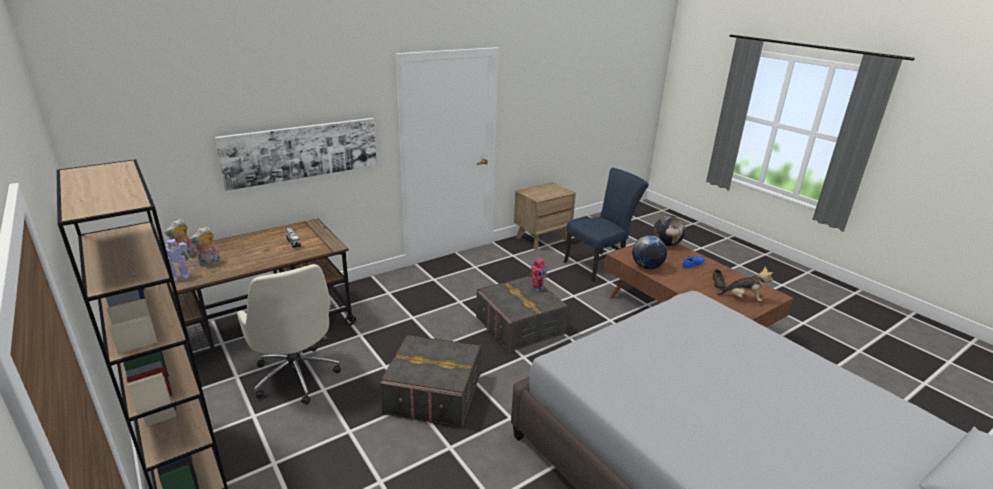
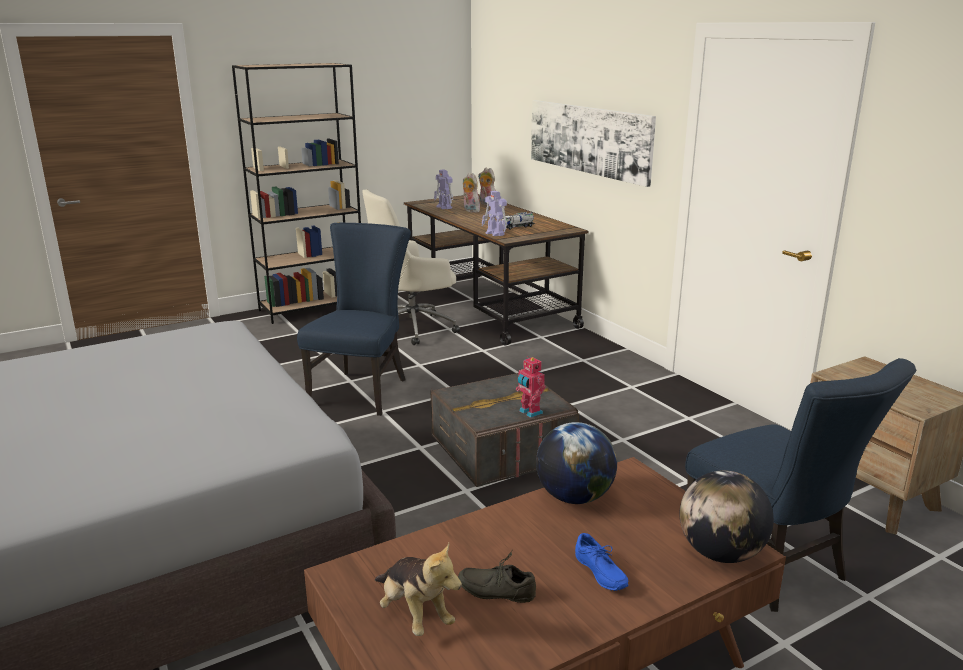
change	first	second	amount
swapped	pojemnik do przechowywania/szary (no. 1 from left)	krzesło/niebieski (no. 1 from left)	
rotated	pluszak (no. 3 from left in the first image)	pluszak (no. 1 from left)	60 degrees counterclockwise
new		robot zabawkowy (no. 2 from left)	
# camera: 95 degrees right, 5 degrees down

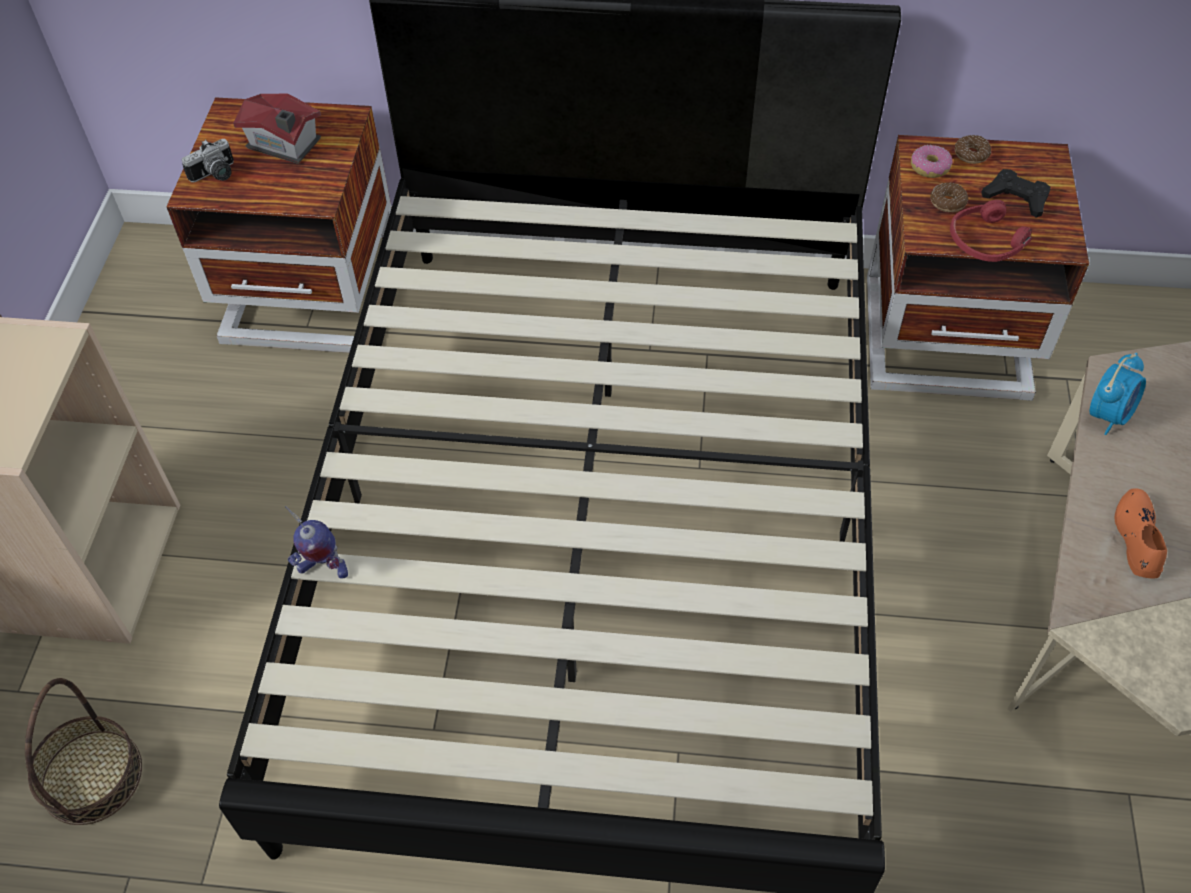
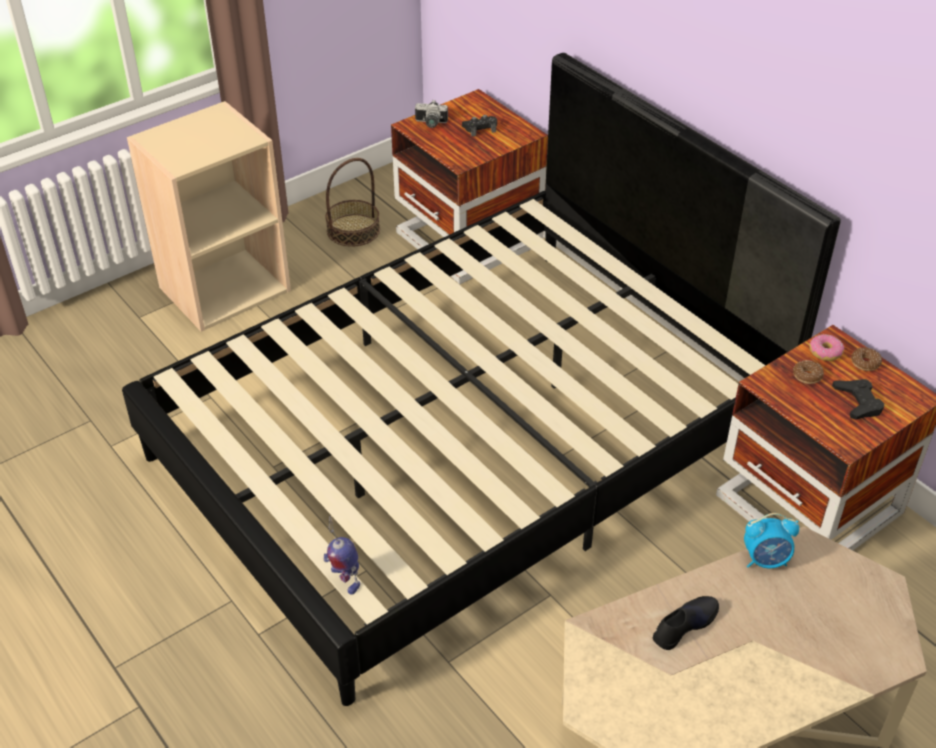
change	first	second	amount
shifted	robot zabawkowy		
shifted	koszyk		
swapped	domek	pad do gier/czarny (no. 1 from left)	
repainted	but/pomarańczowy	but/czarny	
gone	słuchawki/czerwony		
# camera: 45 degrees right, 10 degrees down

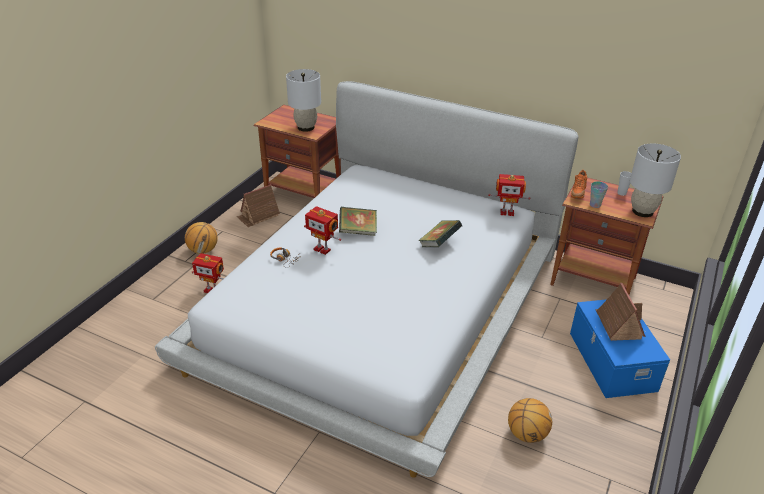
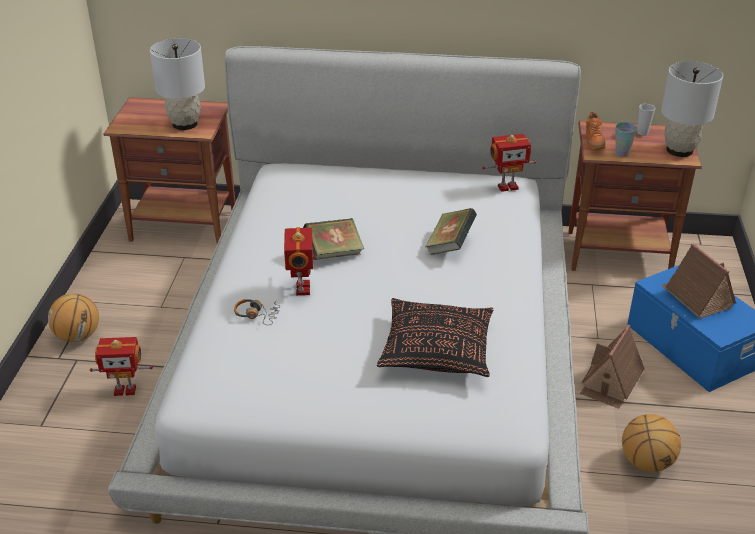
change	first	second	amount
rotated	robot zabawkowy (no. 2 from left)		105 degrees counterclockwise
new		poduszka/czarny	
shifted	domek (no. 1 from left)		
# camera: 20 degrees left, 0 degrees up

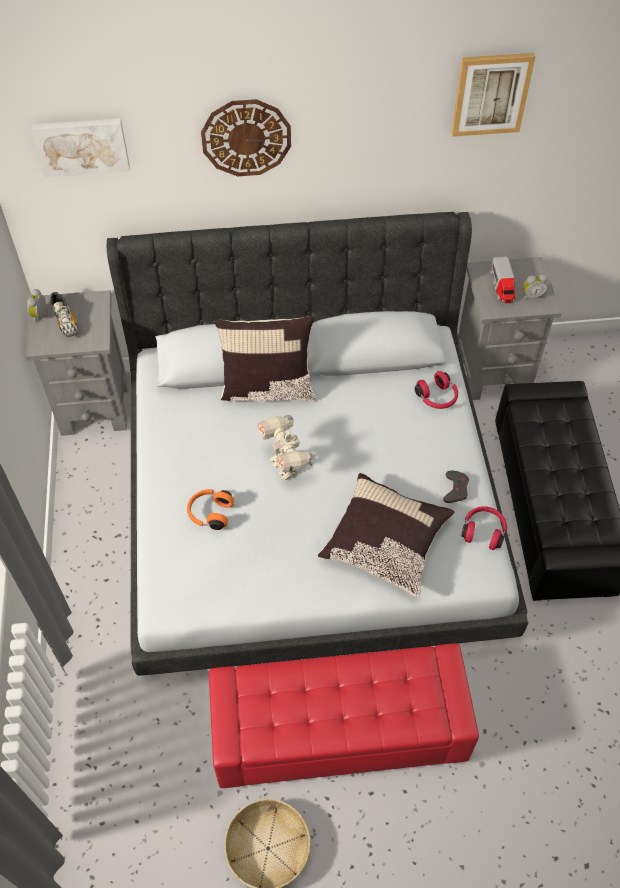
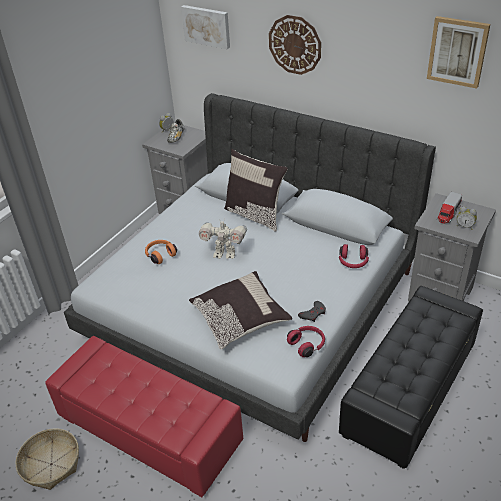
change	first	second	amount
rotated	robot zabawkowy		90 degrees counterclockwise
# camera: 40 degrees right, 15 degrees down

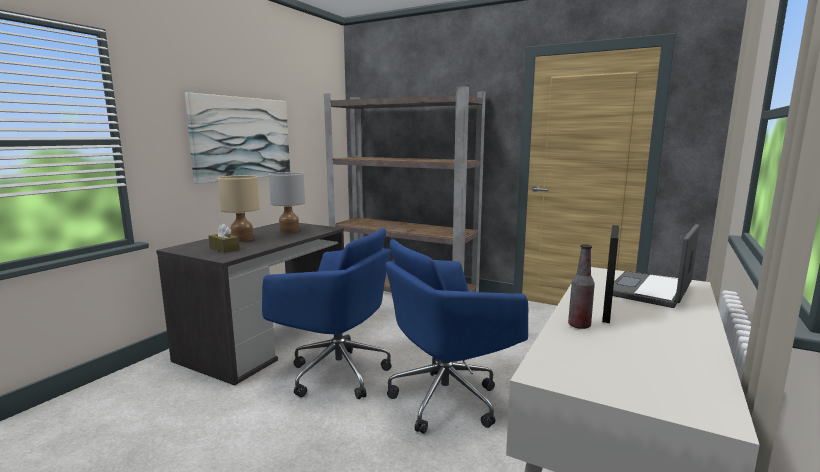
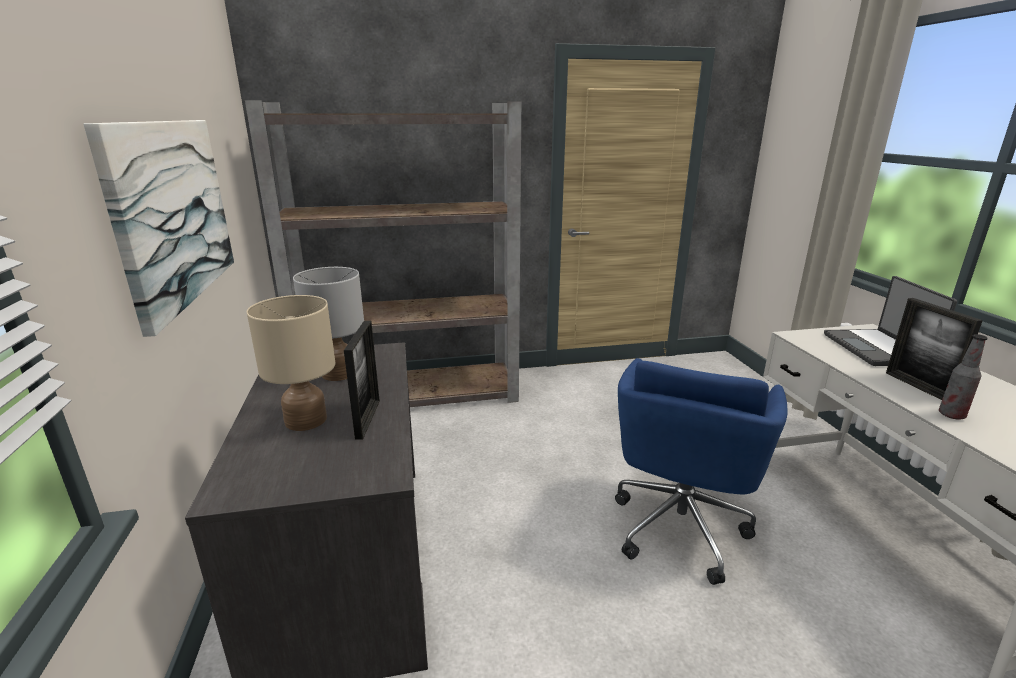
change	first	second	amount
new		ramka na zdjęcie (no. 1 from left)	
gone	pudełko chusteczek/brązowy		
gone	krzesło biurowe/niebieski (no. 1 from left)		
# camera: 40 degrees left, 10 degrees up

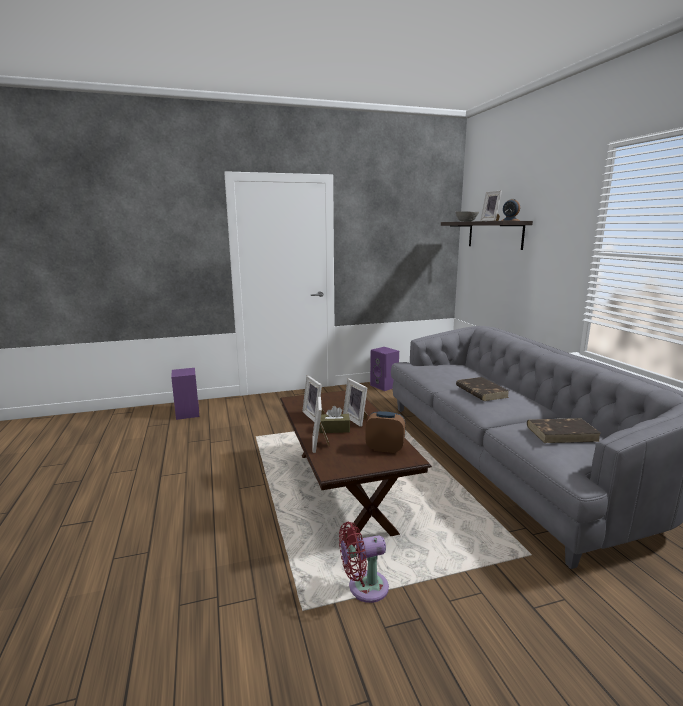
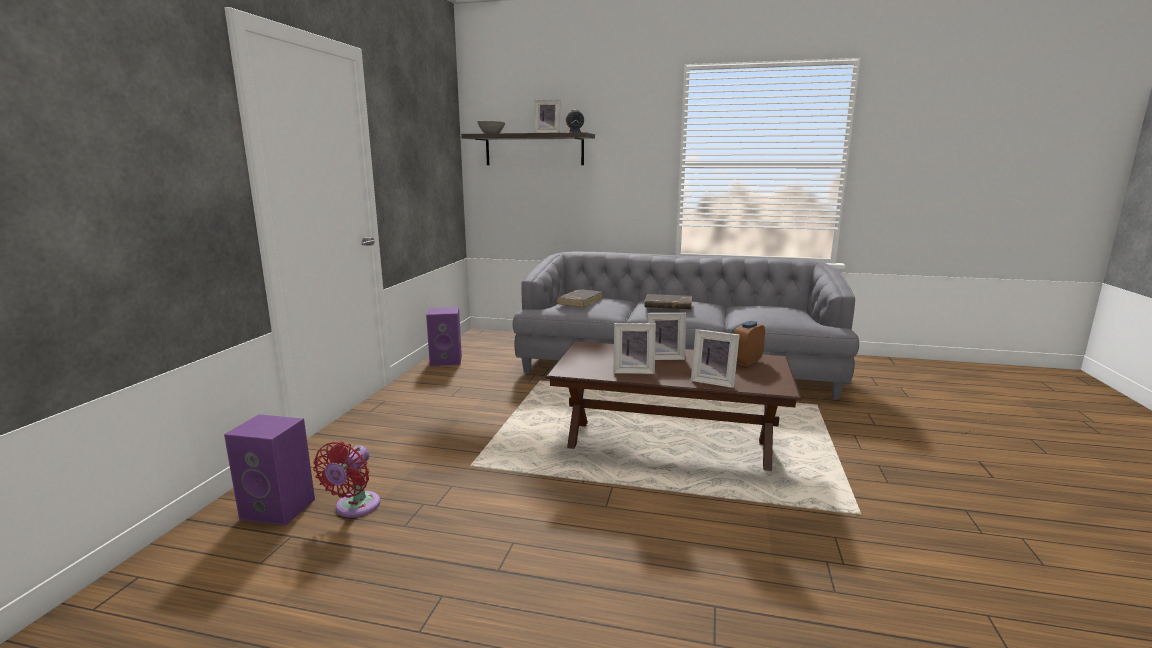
change	first	second	amount
shifted	wentylator/czerwony		
shifted	książka/brązowy (no. 2 from left in the first image)	książka/brązowy (no. 1 from left)	
gone	pudełko chusteczek/brązowy		
# camera: 60 degrees left, 0 degrees up

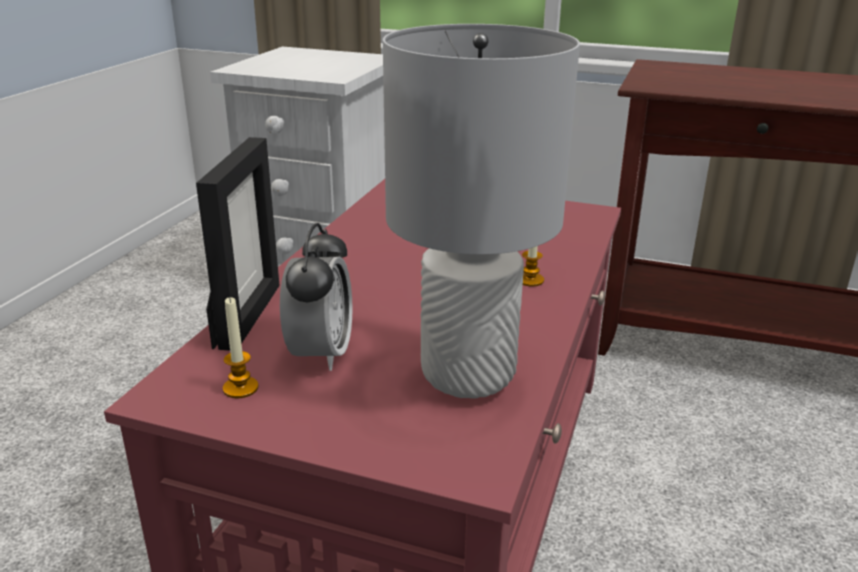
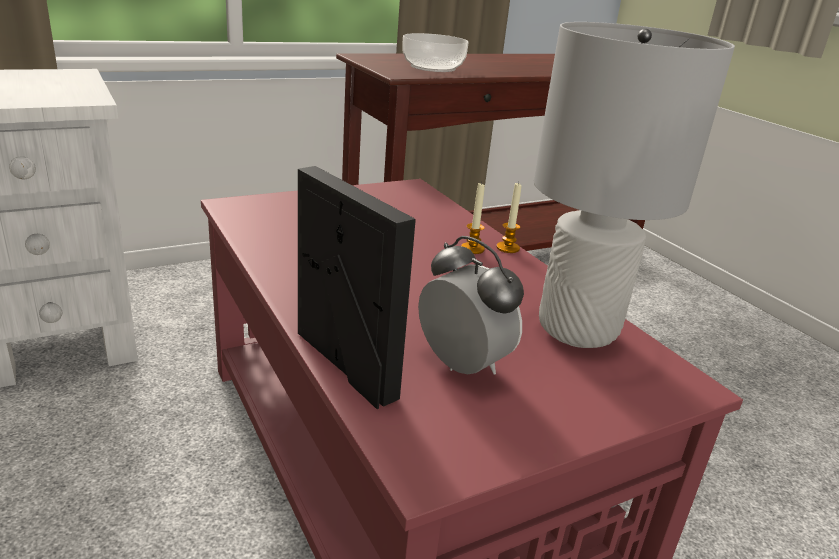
change	first	second	amount
new		miska	
shifted	świeca (no. 1 from left in the first image)	świeca (no. 2 from left)	
# camera: 50 degrees left, 0 degrees up

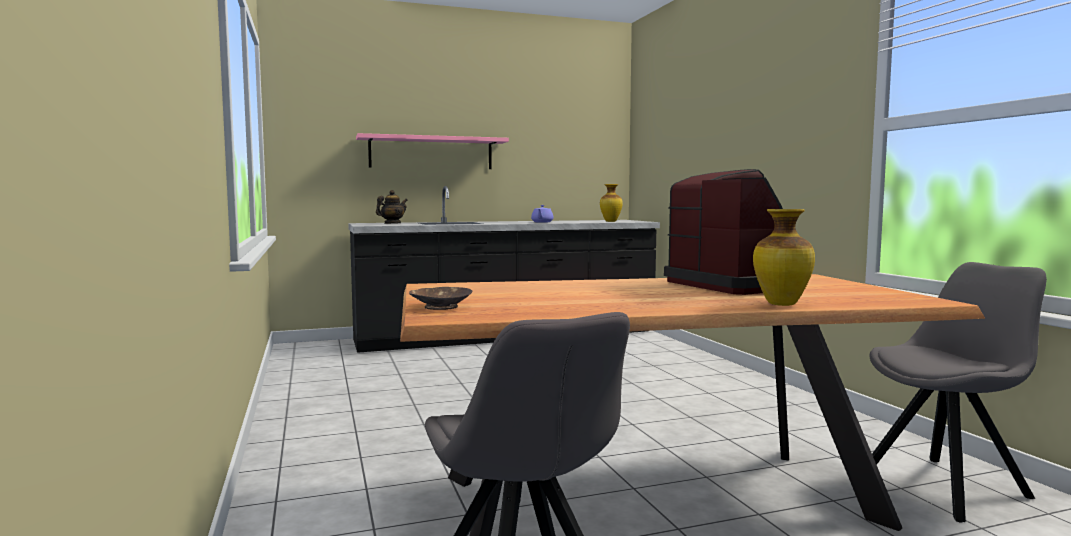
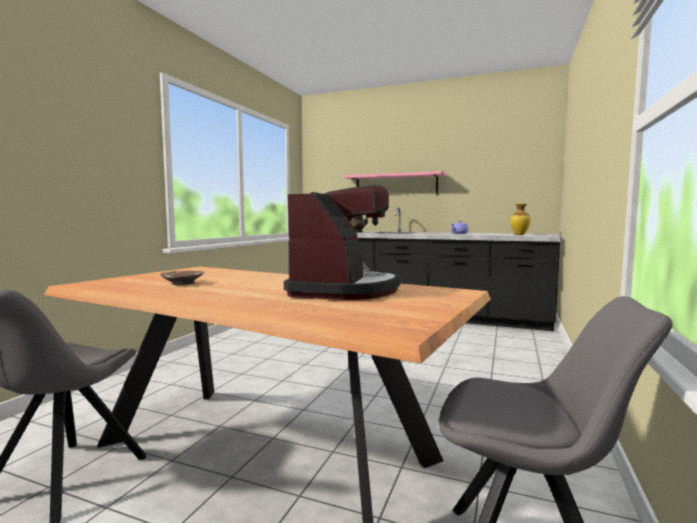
change	first	second	amount
shifted	miska/brązowy		
gone	wazon (no. 2 from left)		
# camera: 40 degrees right, 0 degrees up

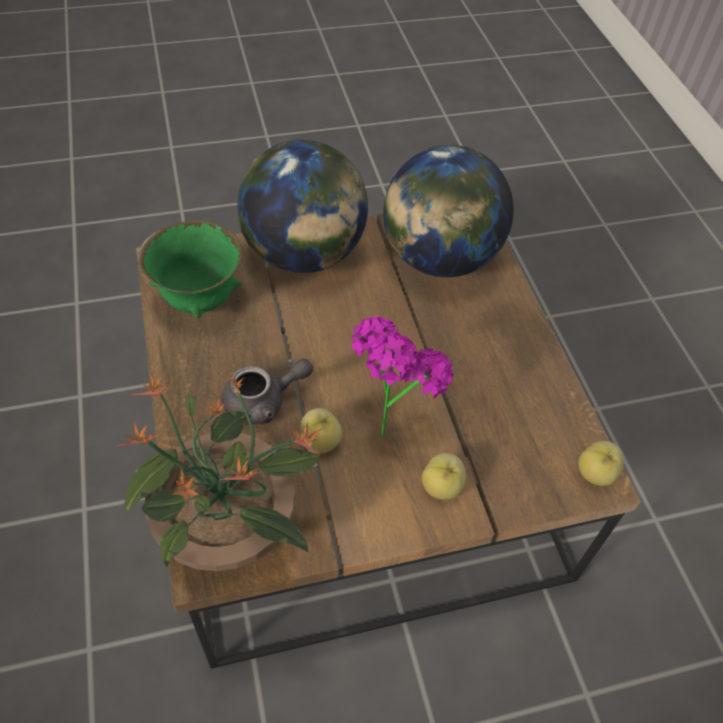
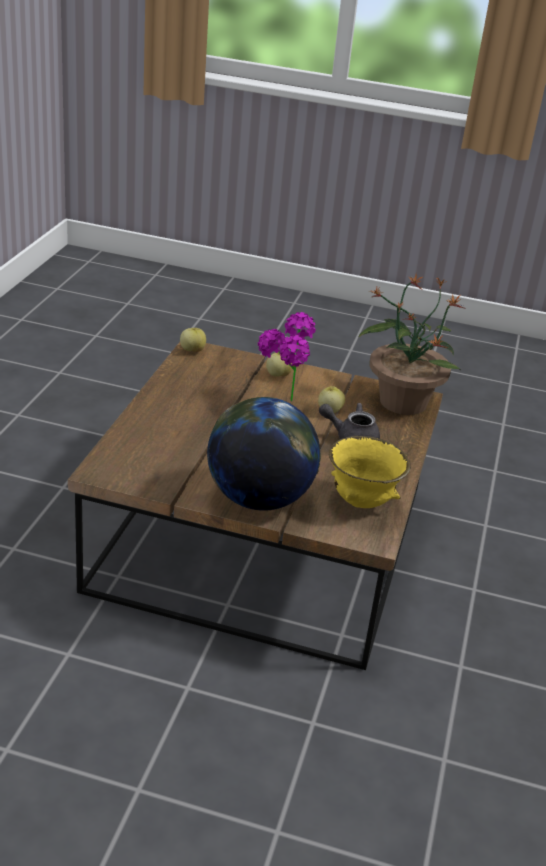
change	first	second	amount
repainted	miska/zielony	miska/żółty	
gone	globus (no. 2 from left)		
# camera: 150 degrees left, 20 degrees down

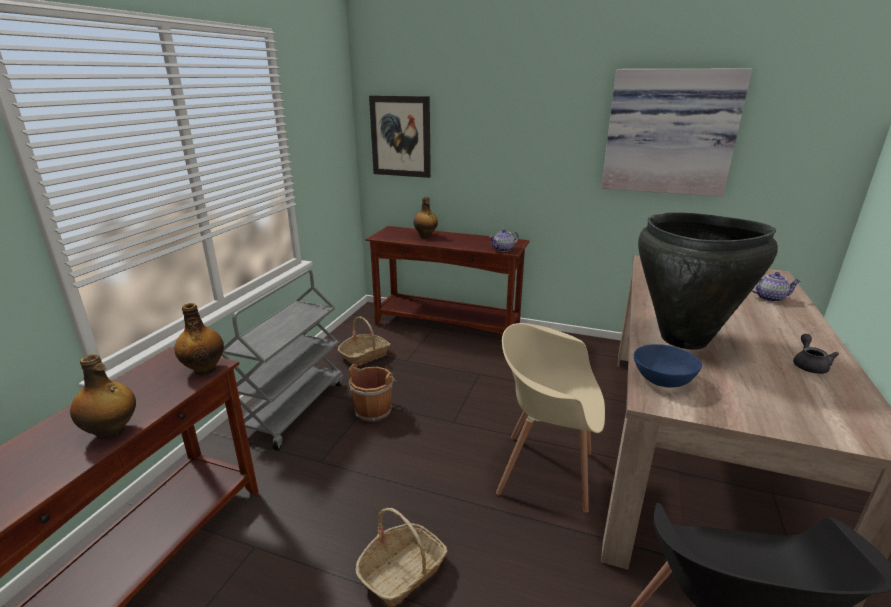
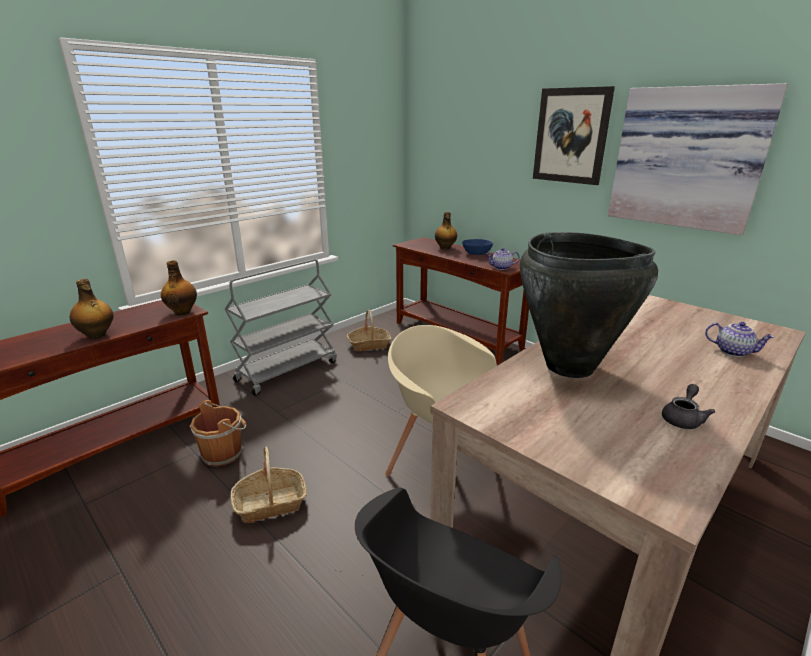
change	first	second	amount
shifted	wiadro/brązowy		
shifted	miska/niebieski		
shifted	obraz (no. 1 from left)		
# camera: 25 degrees right, 0 degrees up

